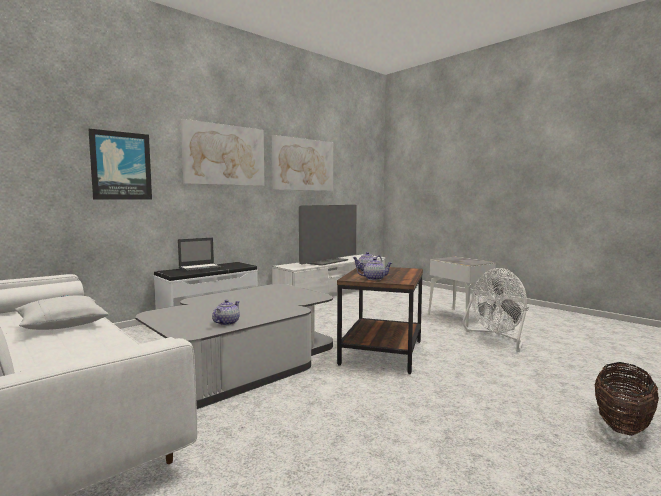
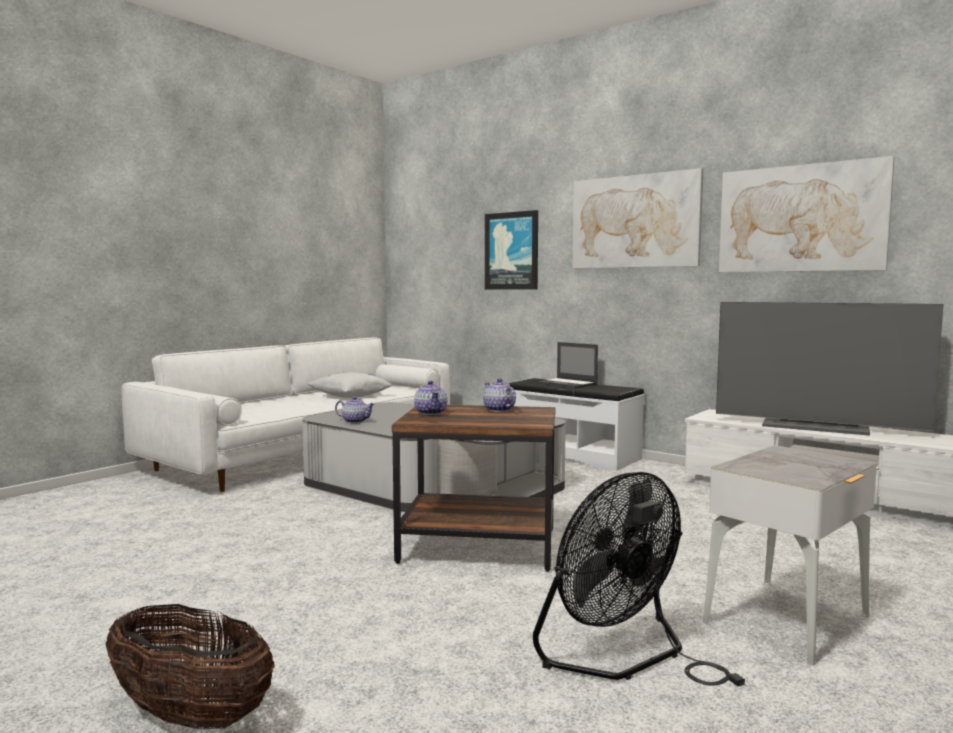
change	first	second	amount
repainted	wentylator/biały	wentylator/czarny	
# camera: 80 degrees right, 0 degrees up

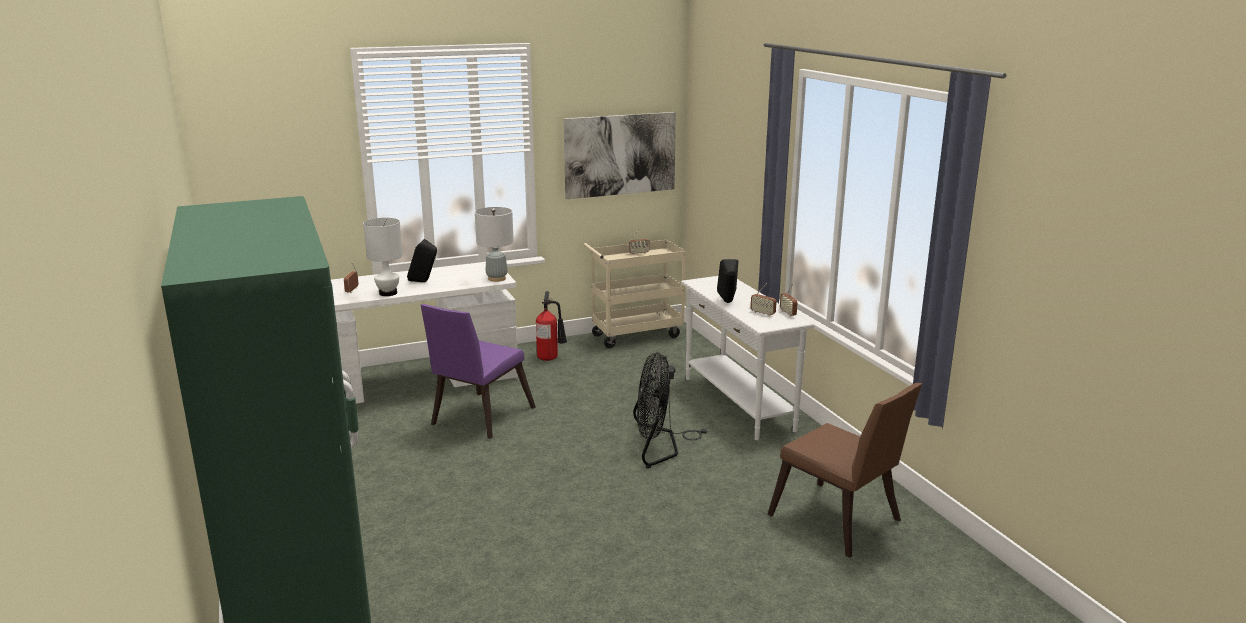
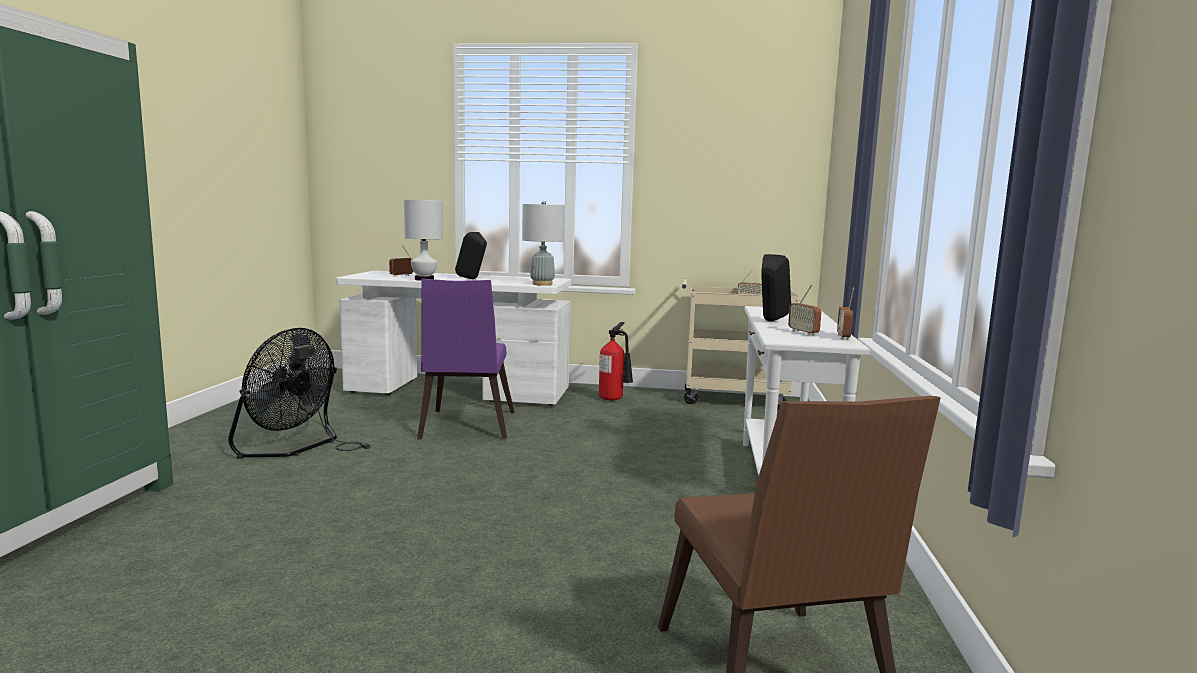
change	first	second	amount
shifted	wentylator/czarny		
rotated	krzesło/fioletowy		60 degrees counterclockwise
gone	obraz		
# camera: 30 degrees right, 10 degrees down

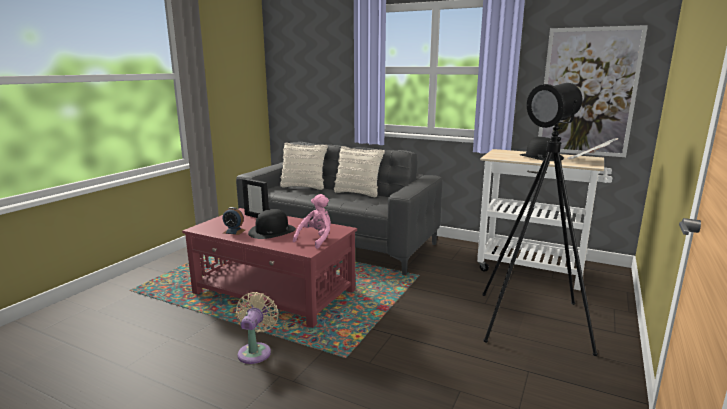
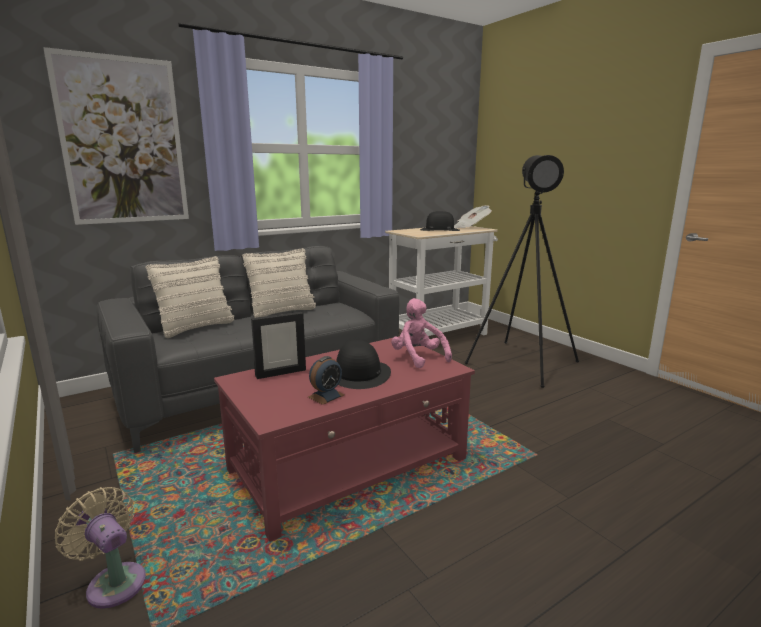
change	first	second	amount
shifted	obraz		
shifted	wentylator/beżowy		
# camera: 60 degrees left, 0 degrees up

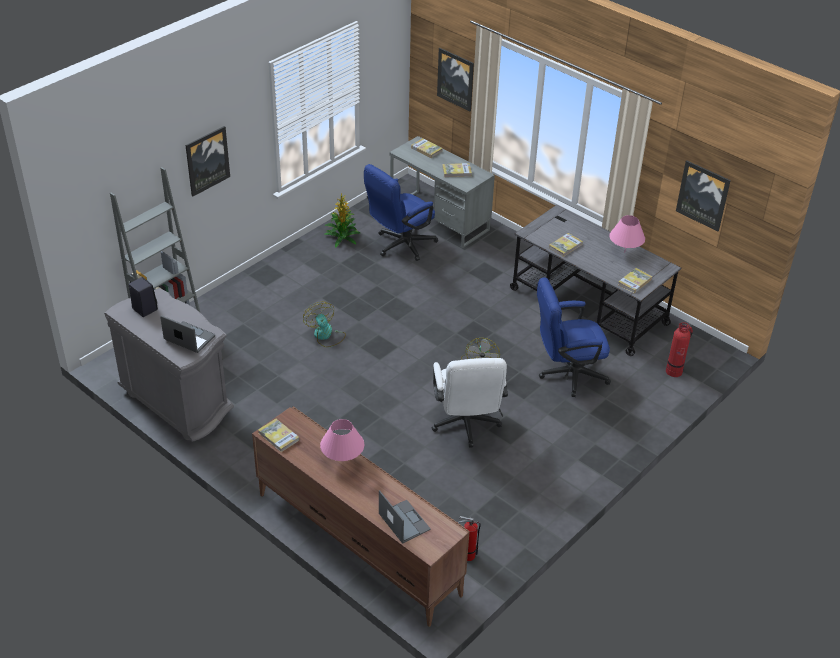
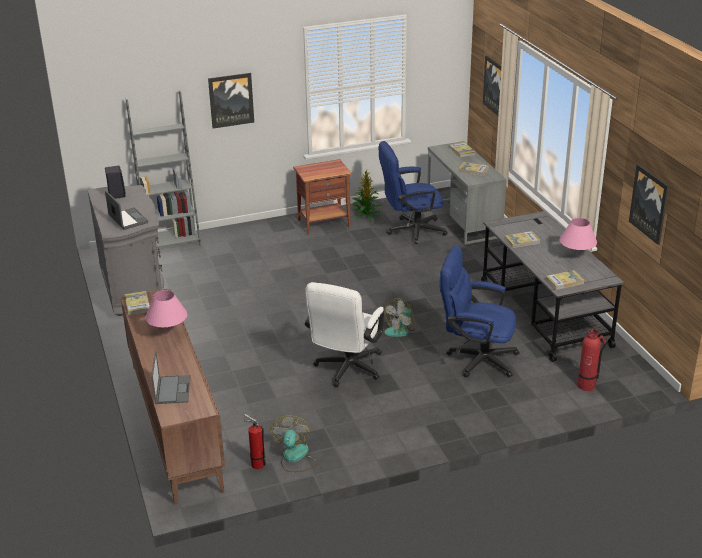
change	first	second	amount
shifted	wentylator (no. 1 from left)		
new		szafka nocna	
# camera: 30 degrees right, 10 degrees down

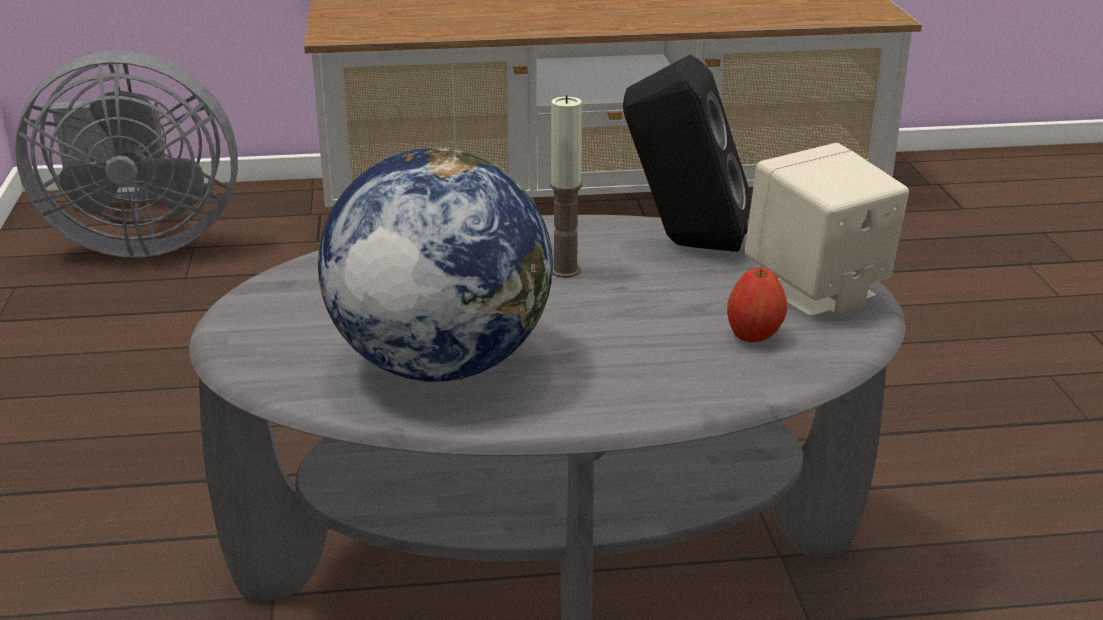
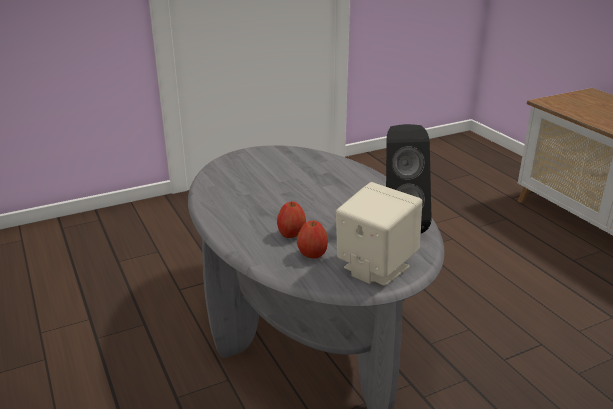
change	first	second	amount
new		jabłko (no. 1 from left)	
gone	wentylator/szary		
gone	globus		
gone	świeca		
# camera: 70 degrees right, 0 degrees up

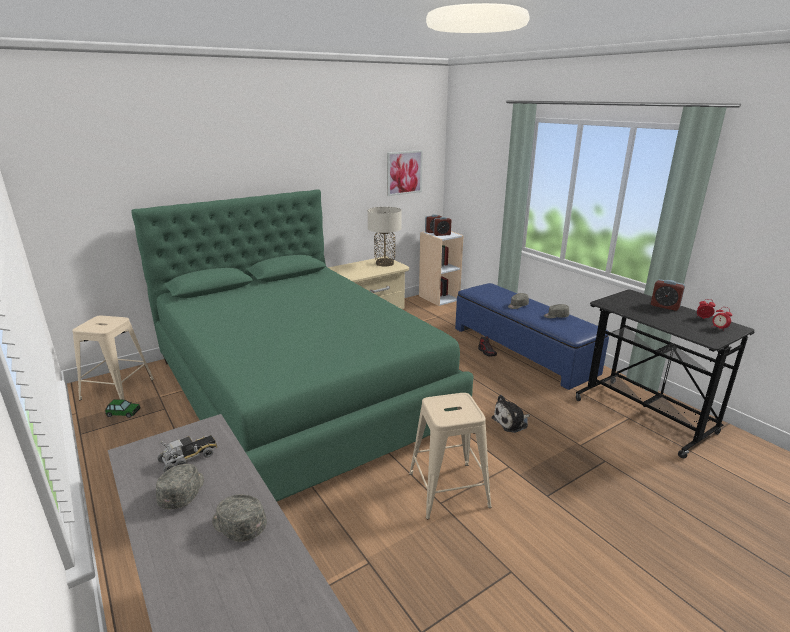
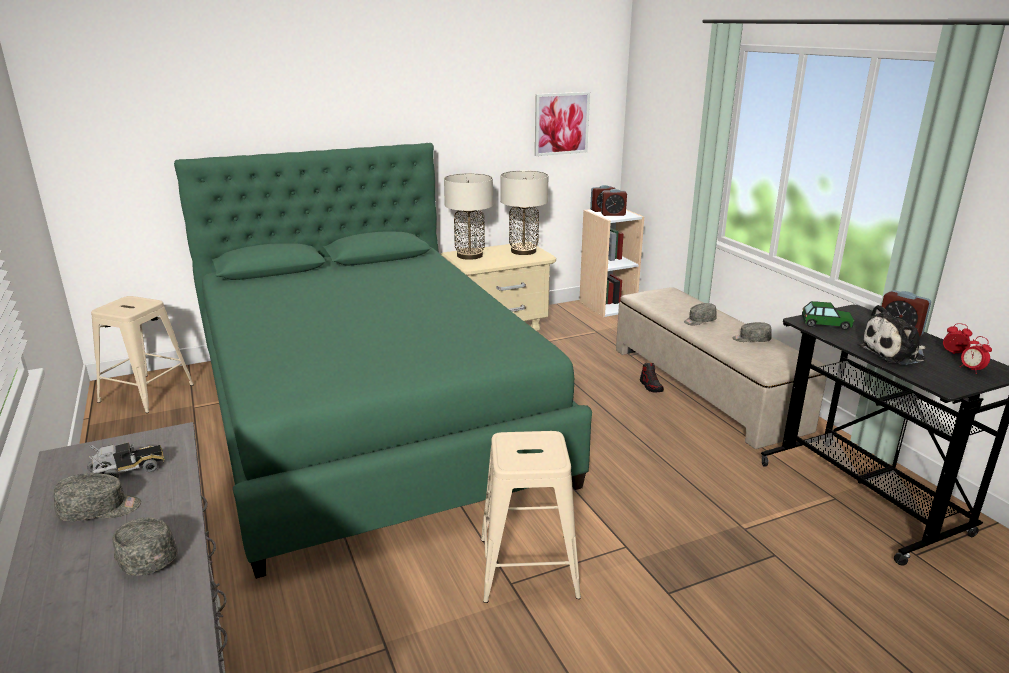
change	first	second	amount
rotated	czapka z daszkiem/szary (no. 1 from left)		60 degrees clockwise
new		lampa stołowa (no. 1 from left)	
repainted	ławka/niebieski	ławka/beżowy	
shifted	samochodzik		
shifted	pluszak		
# camera: 10 degrees right, 0 degrees up

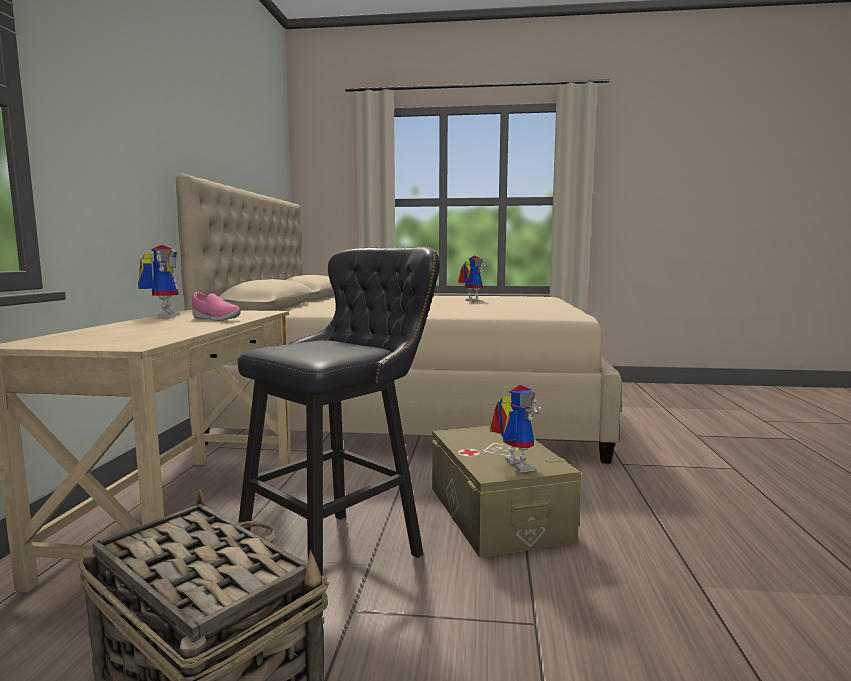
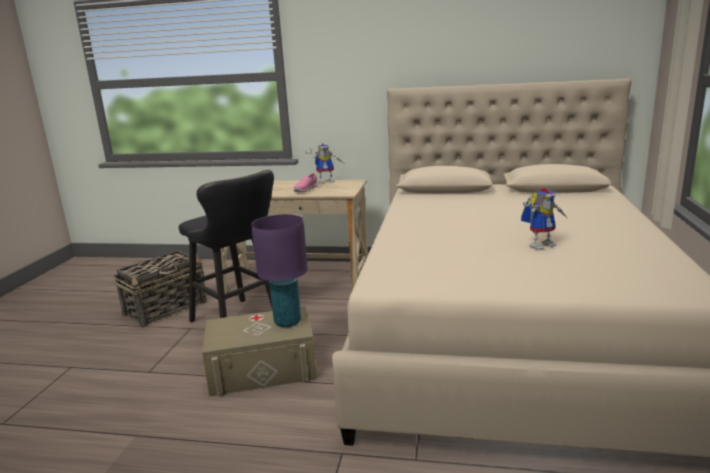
change	first	second	amount
new		lampa stołowa/fioletowy	
gone	robot zabawkowy (no. 3 from left)		
# camera: 95 degrees right, 10 degrees up

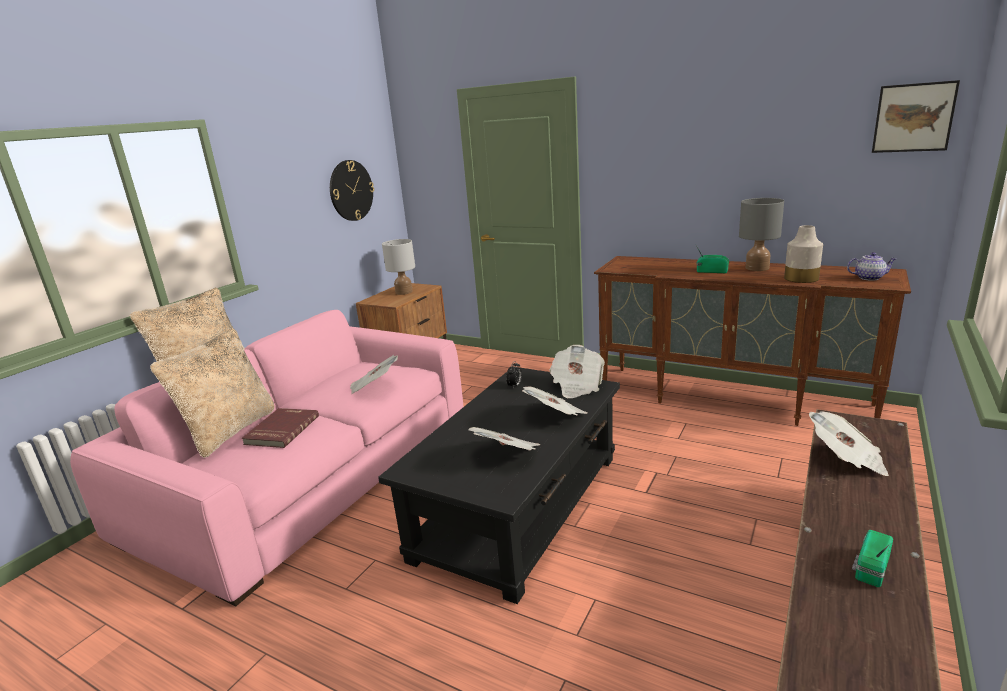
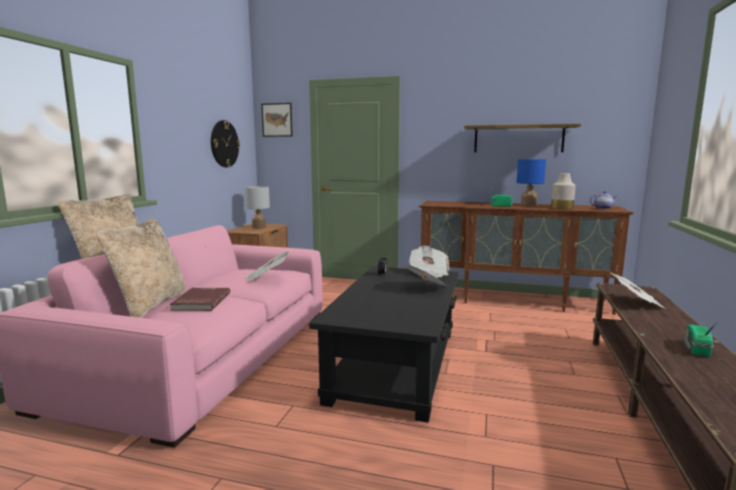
change	first	second	amount
shifted	obraz		
new		półka	
repainted	lampa stołowa/szary (no. 2 from left)	lampa stołowa/niebieski	
gone	gazeta (no. 2 from left)		
# camera: 15 degrees left, 10 degrees down

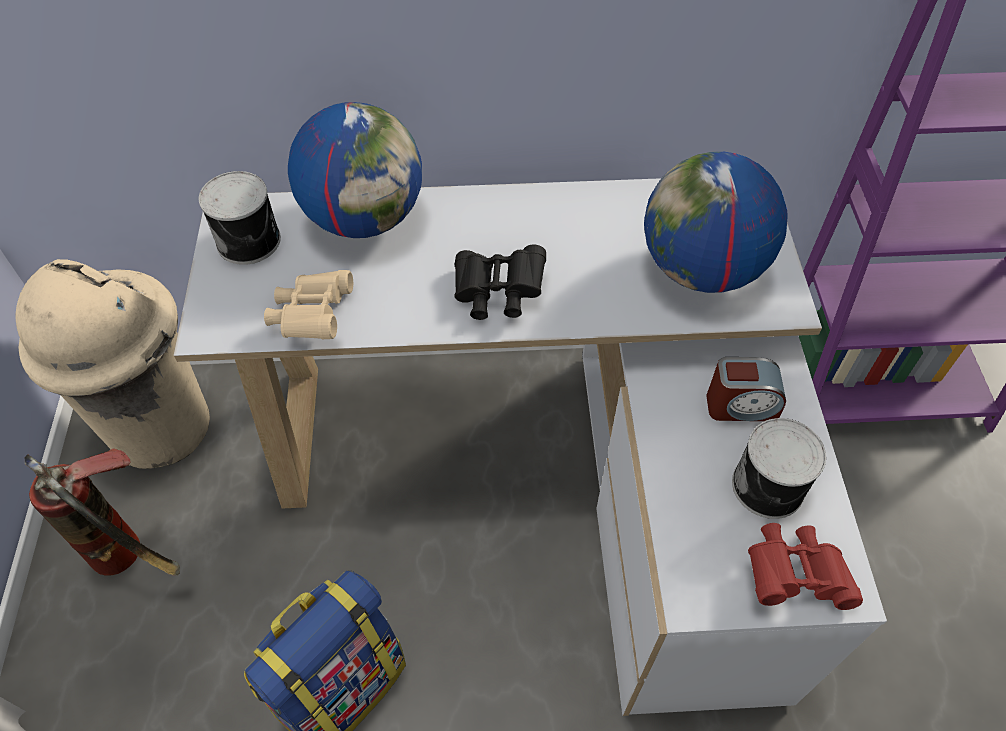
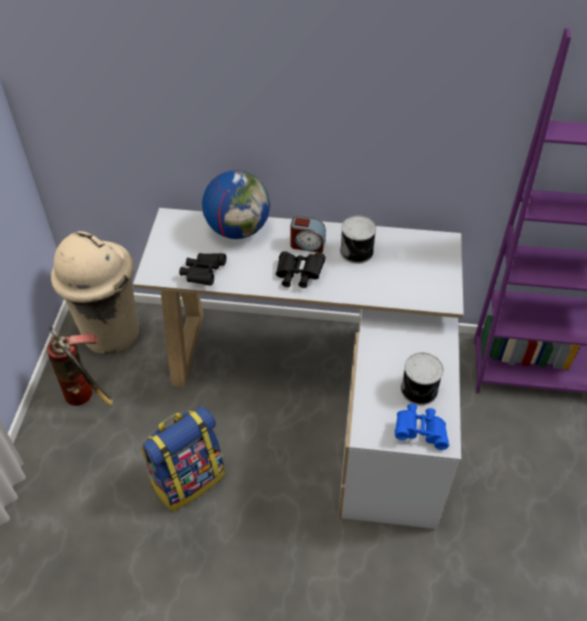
change	first	second	amount
repainted	lornetka/beżowy	lornetka/czarny (no. 1 from left)	
shifted	budzik		
shifted	puszka (no. 1 from left)		
repainted	lornetka/czerwony	lornetka/niebieski	
gone	globus (no. 2 from left)		
# camera: 10 degrees right, 5 degrees down

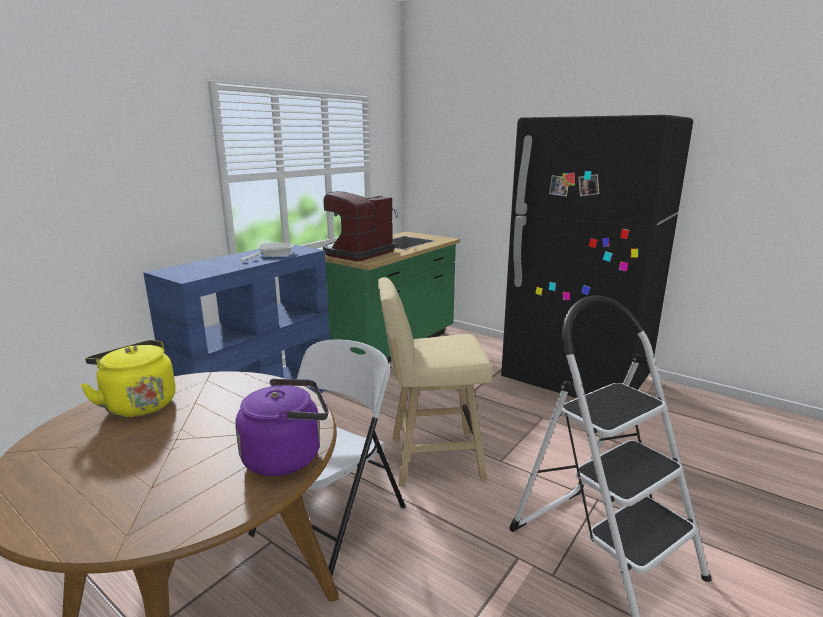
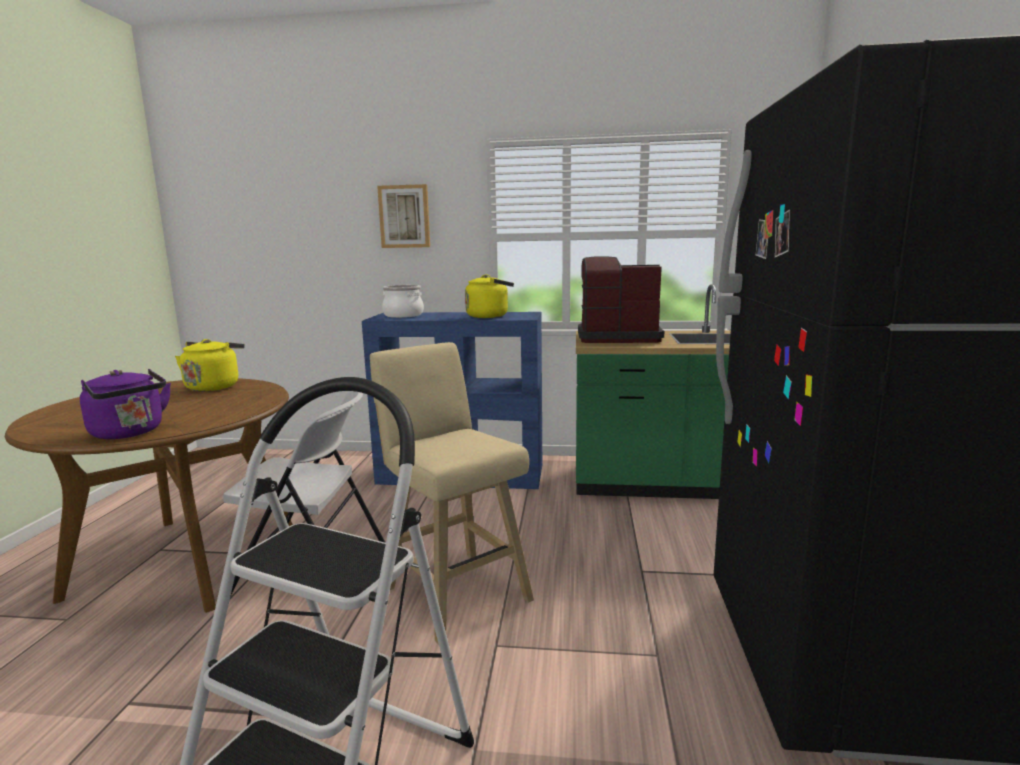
change	first	second	amount
new		obraz	
new		garnek	
swapped	patelnia/biały	czajnik/żółty (no. 2 from left)	
# camera: 60 degrees right, 5 degrees down

